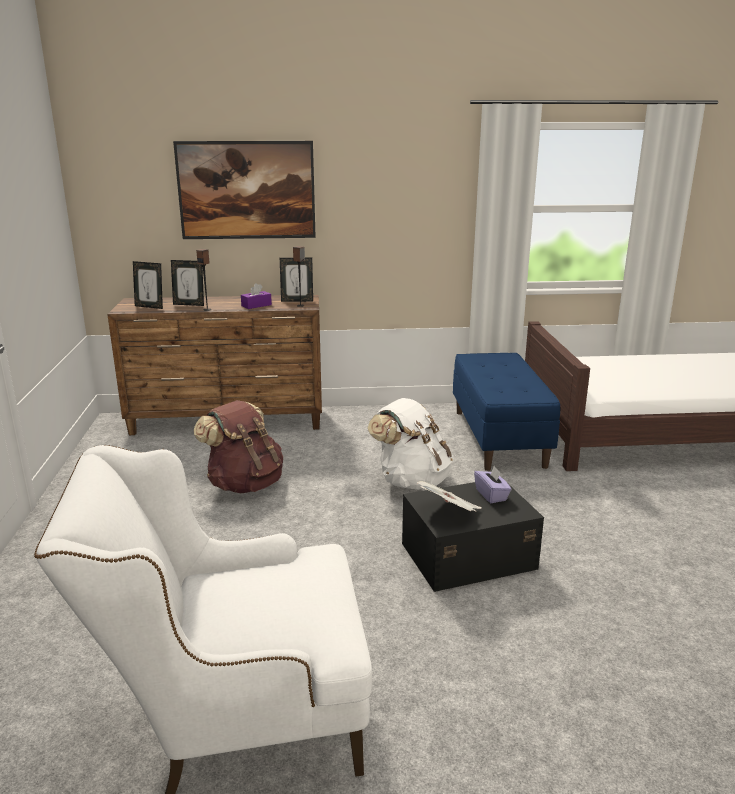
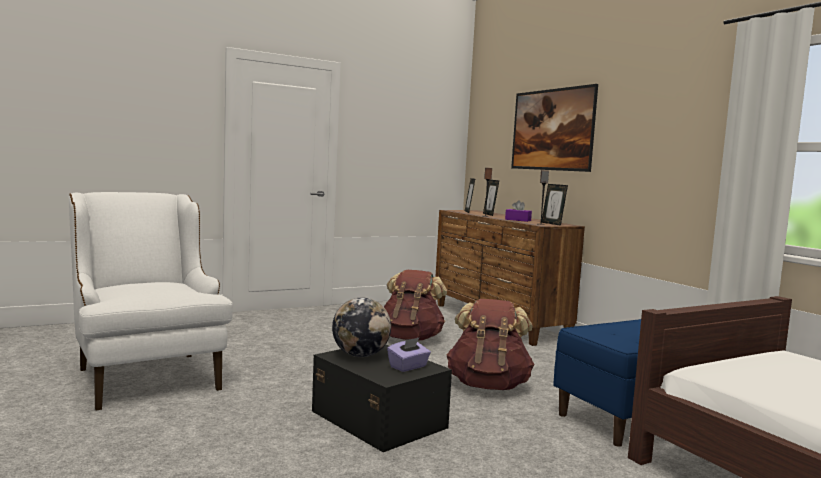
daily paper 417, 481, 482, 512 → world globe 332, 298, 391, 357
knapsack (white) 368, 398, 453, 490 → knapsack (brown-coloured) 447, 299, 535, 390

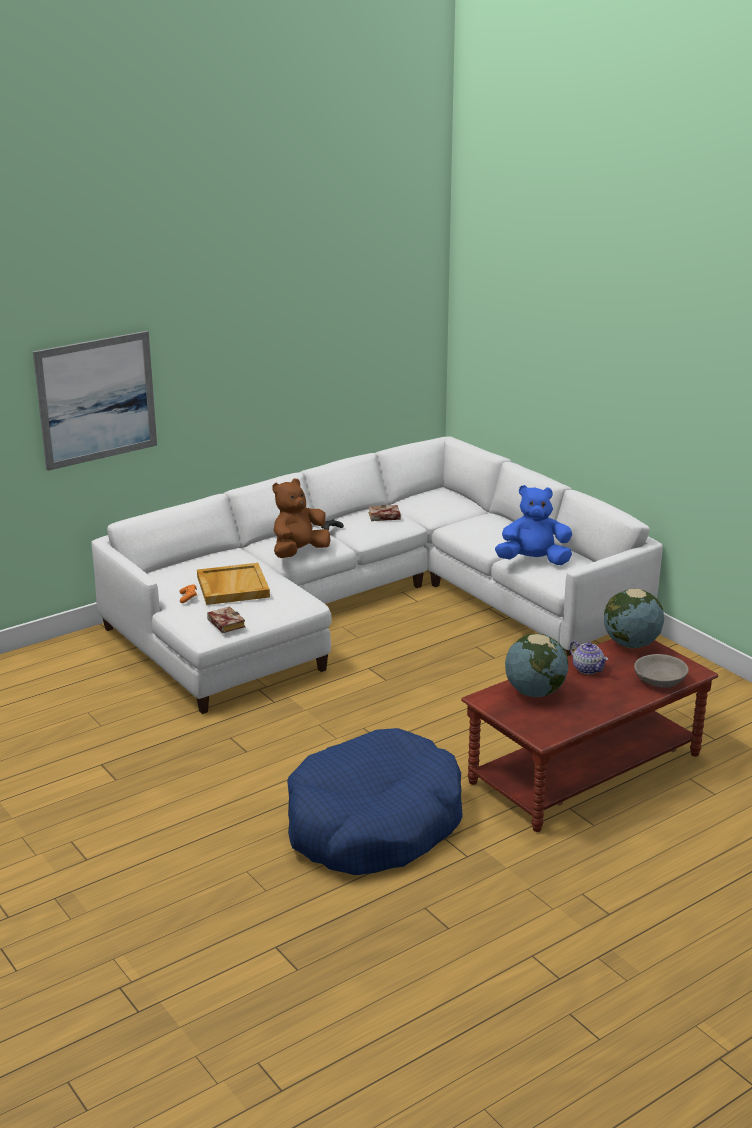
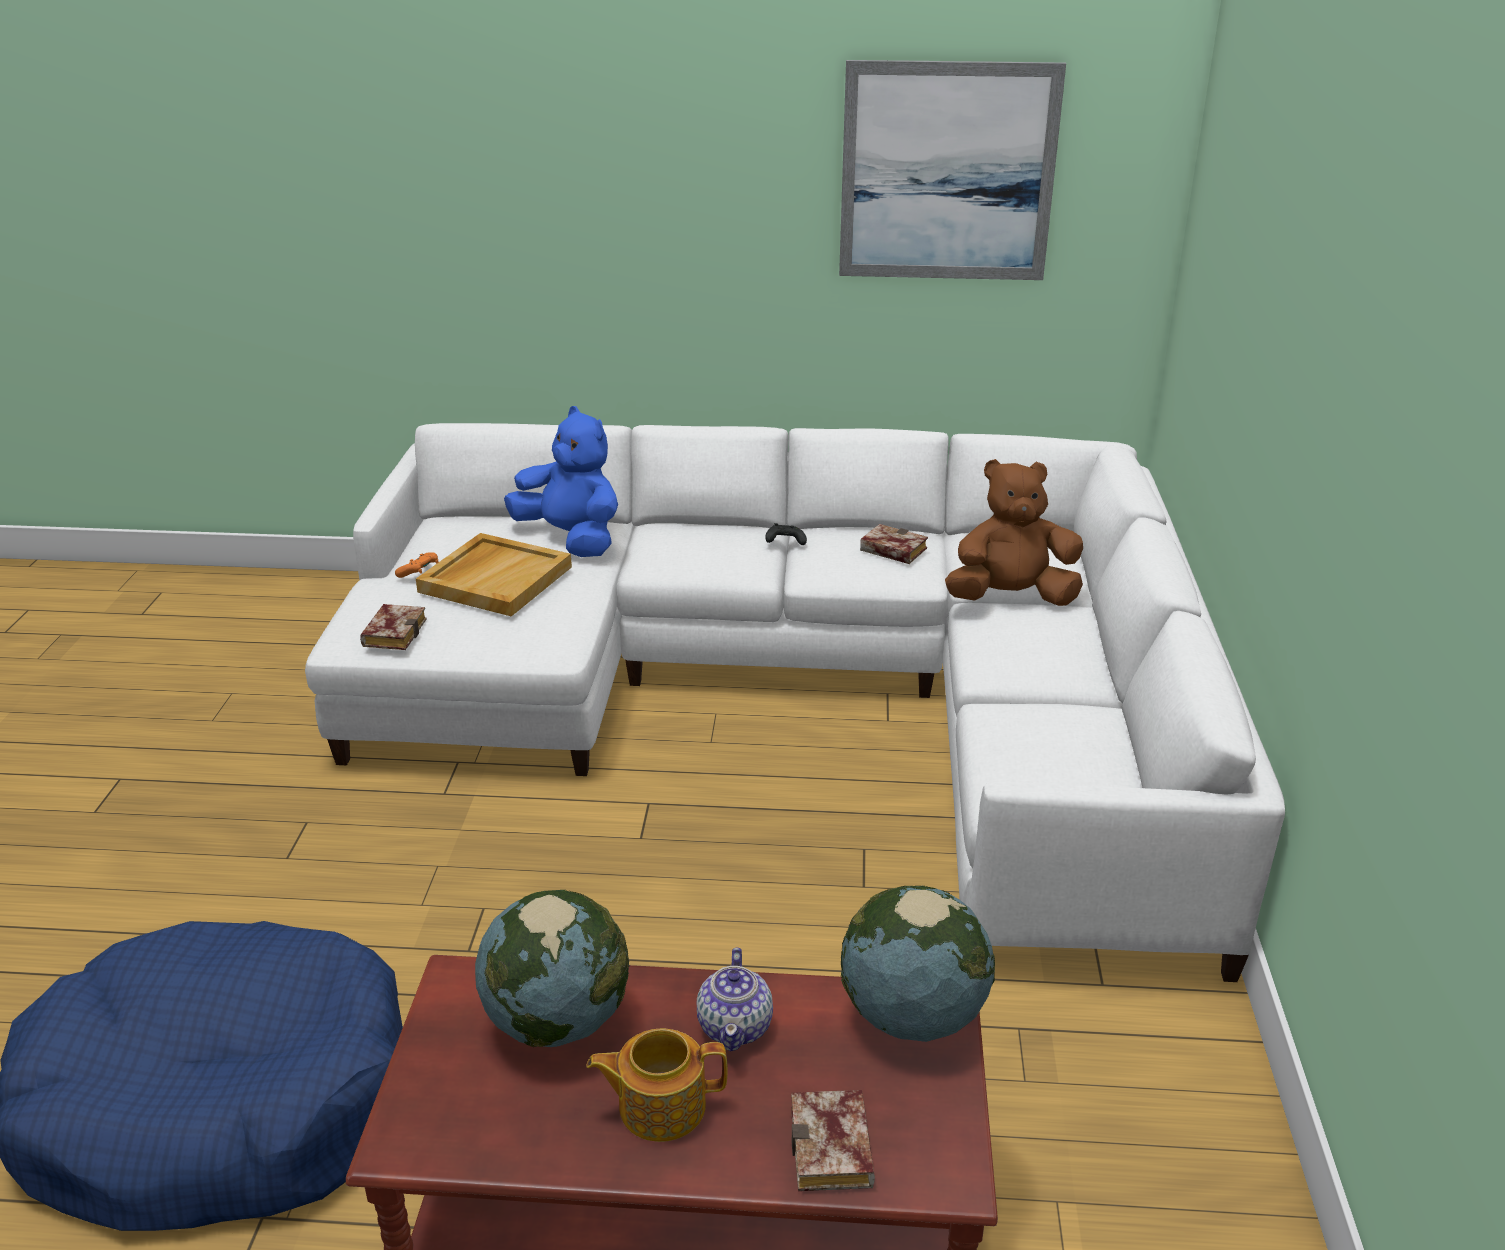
soft toy (blue-coloured) 495, 485, 572, 565 → soft toy (blue-coloured) 504, 406, 618, 557, move
- → tea pot 586, 1028, 728, 1142
bowl (greyish) 634, 654, 689, 688 → volume 791, 1090, 875, 1191
wall picture 33, 331, 157, 471 → wall picture 839, 60, 1066, 280, move
soft toy (brown-coloured) 272, 479, 331, 558 → soft toy (brown-coloured) 945, 459, 1083, 606, move

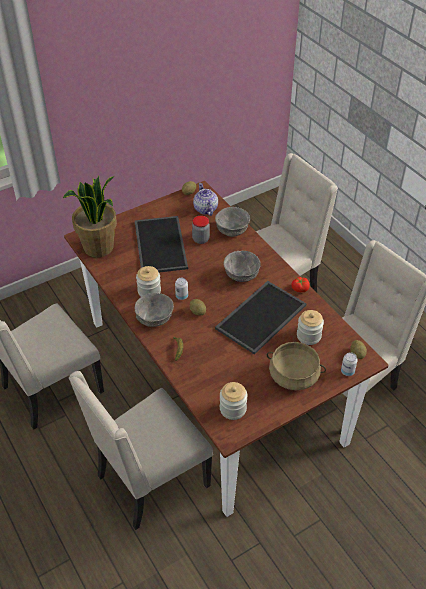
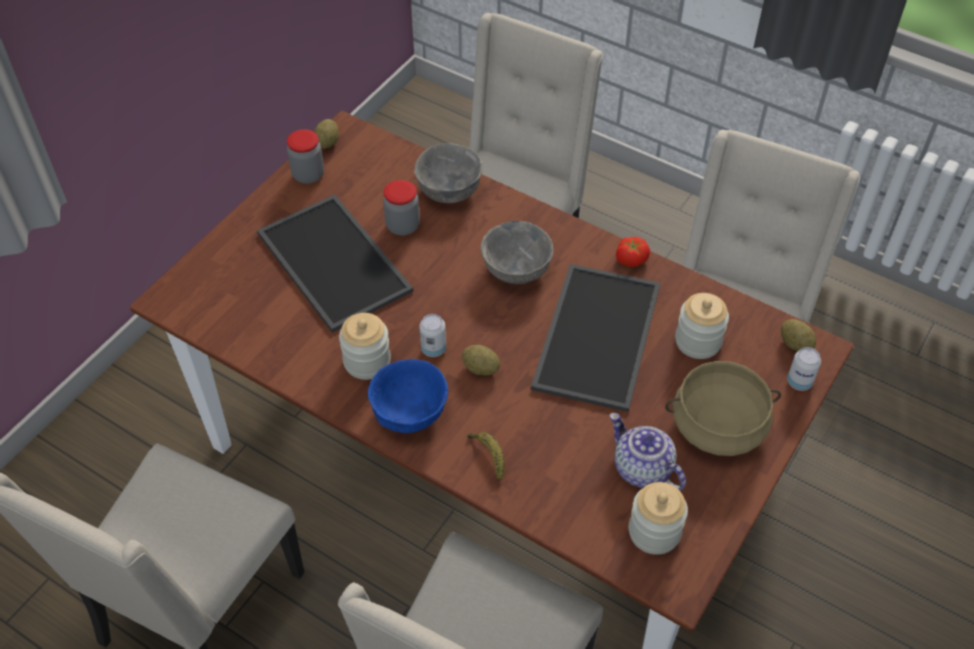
- → preserve jar 287, 129, 324, 184
bowl (greyish) 134, 293, 174, 327 → bowl (blue-coloured) 368, 359, 448, 433
tea pot 193, 183, 218, 216 → tea pot 610, 413, 686, 491, move
houseplant 63, 176, 117, 258 → -

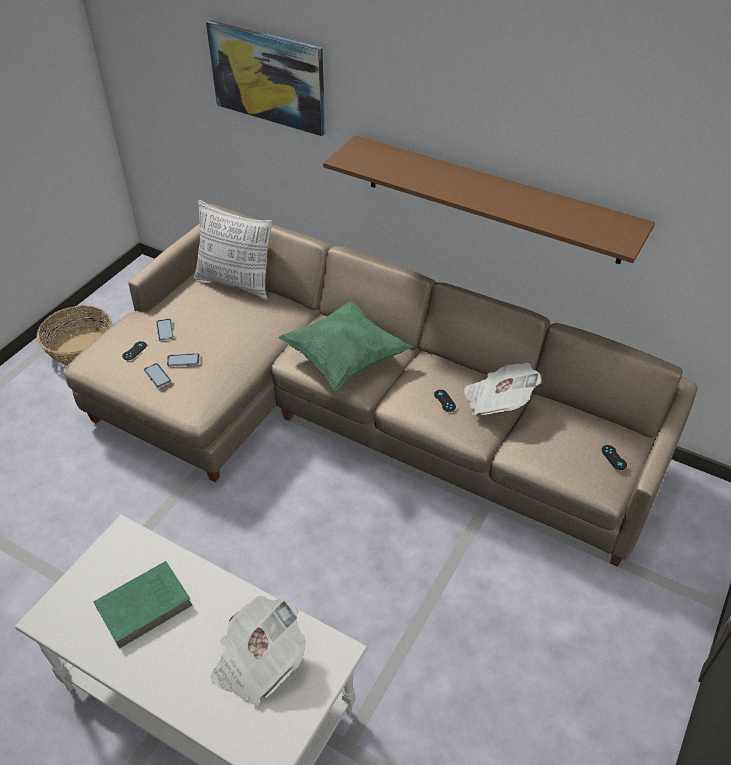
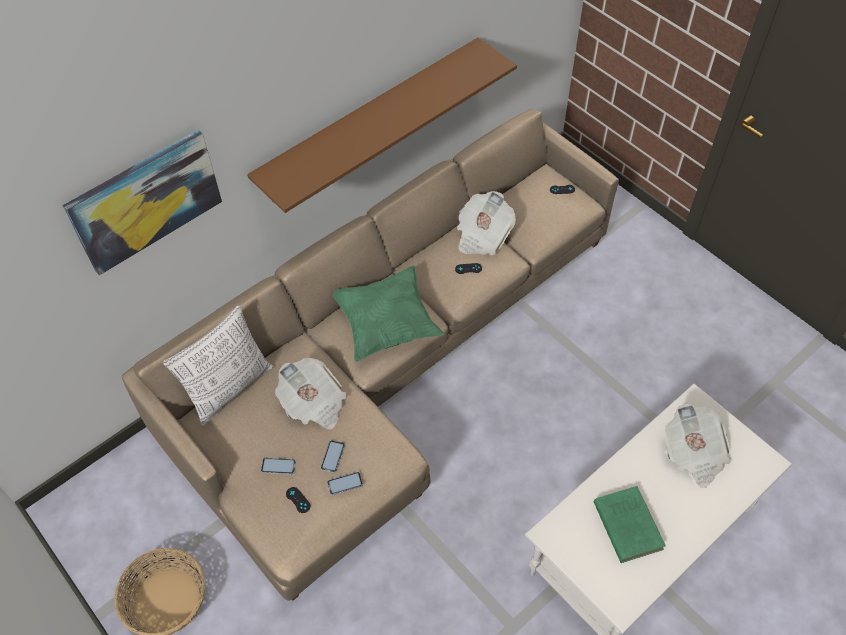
- → daily paper 275, 358, 347, 429

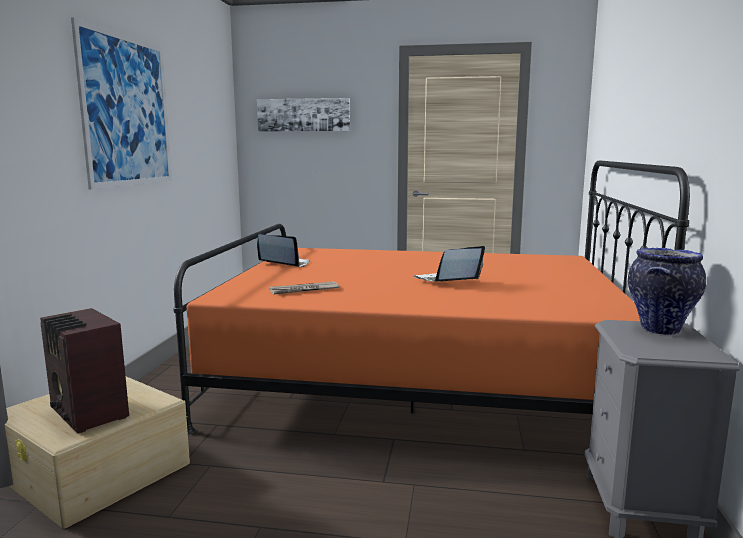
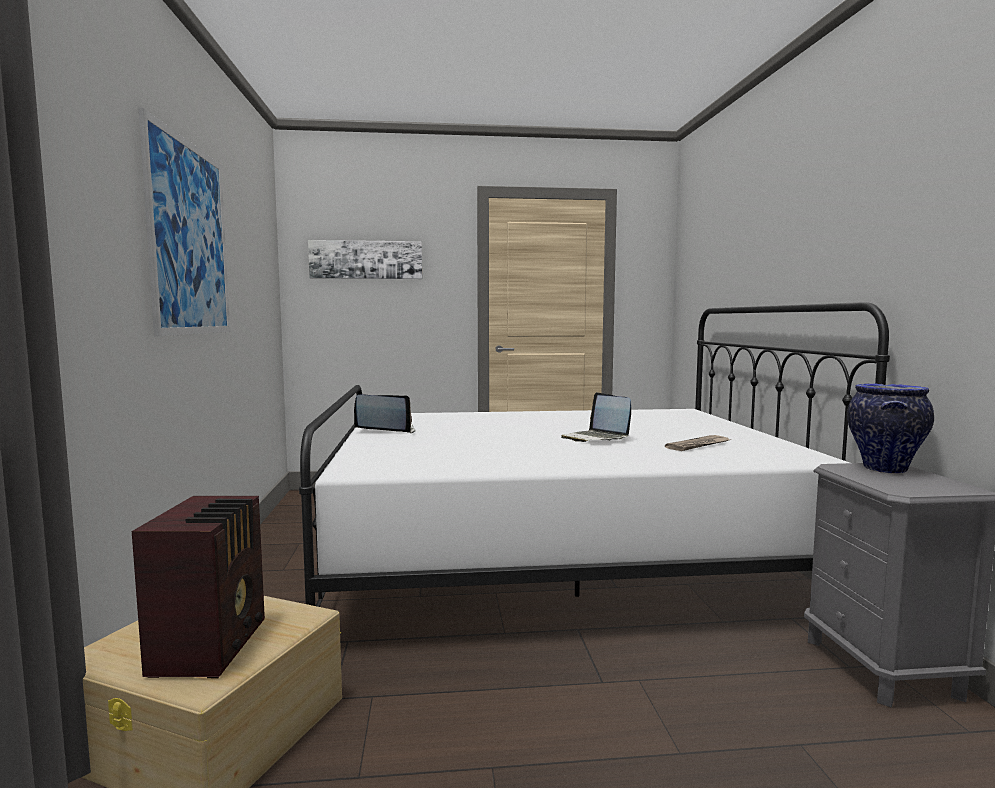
radio 40, 308, 129, 433 → radio 132, 496, 265, 678, 120 degrees counterclockwise
bed (orangey) 173, 160, 690, 434 → bed (white) 299, 302, 890, 607
notebook computer 414, 246, 485, 282 → notebook computer 561, 392, 631, 442, 75 degrees counterclockwise
daily paper 270, 281, 340, 294 → daily paper 665, 435, 730, 451, move

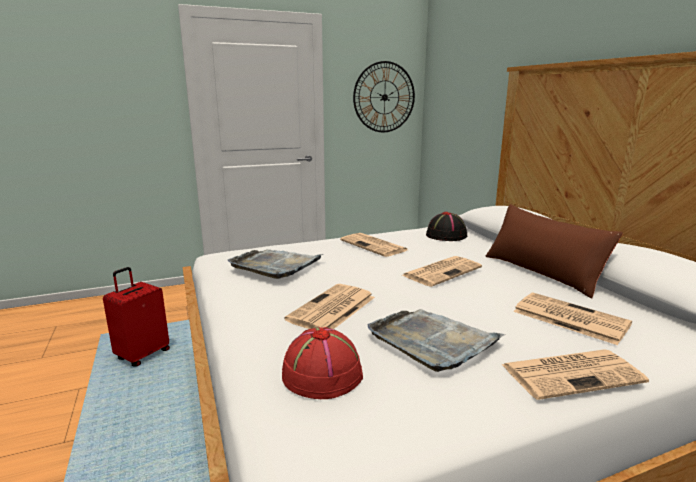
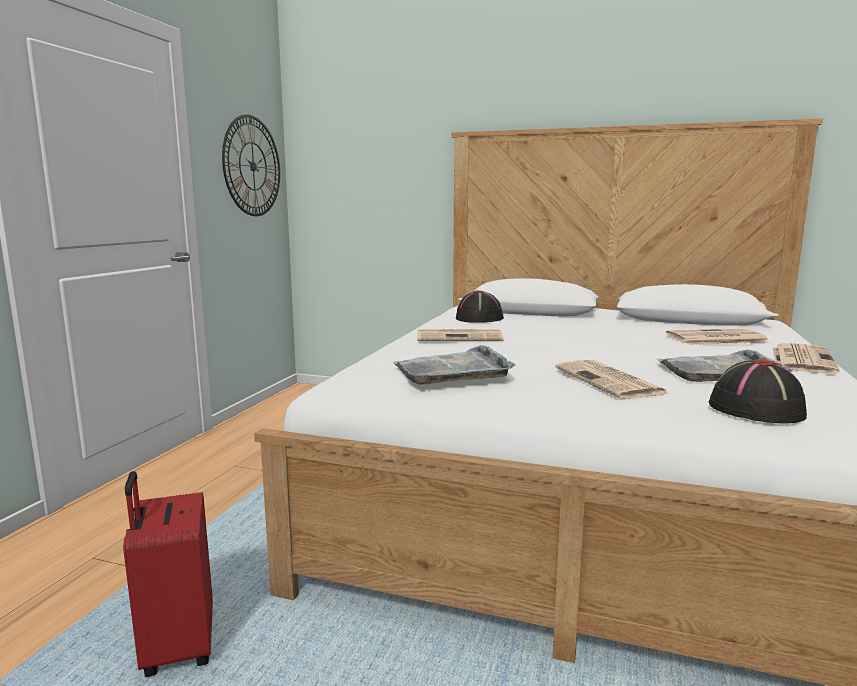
hat (reddish) 282, 327, 363, 399 → hat (black-coloured) 709, 359, 807, 424
daily paper 402, 256, 482, 287 → -
throw pillow (brown-coloured) 485, 204, 623, 299 → -

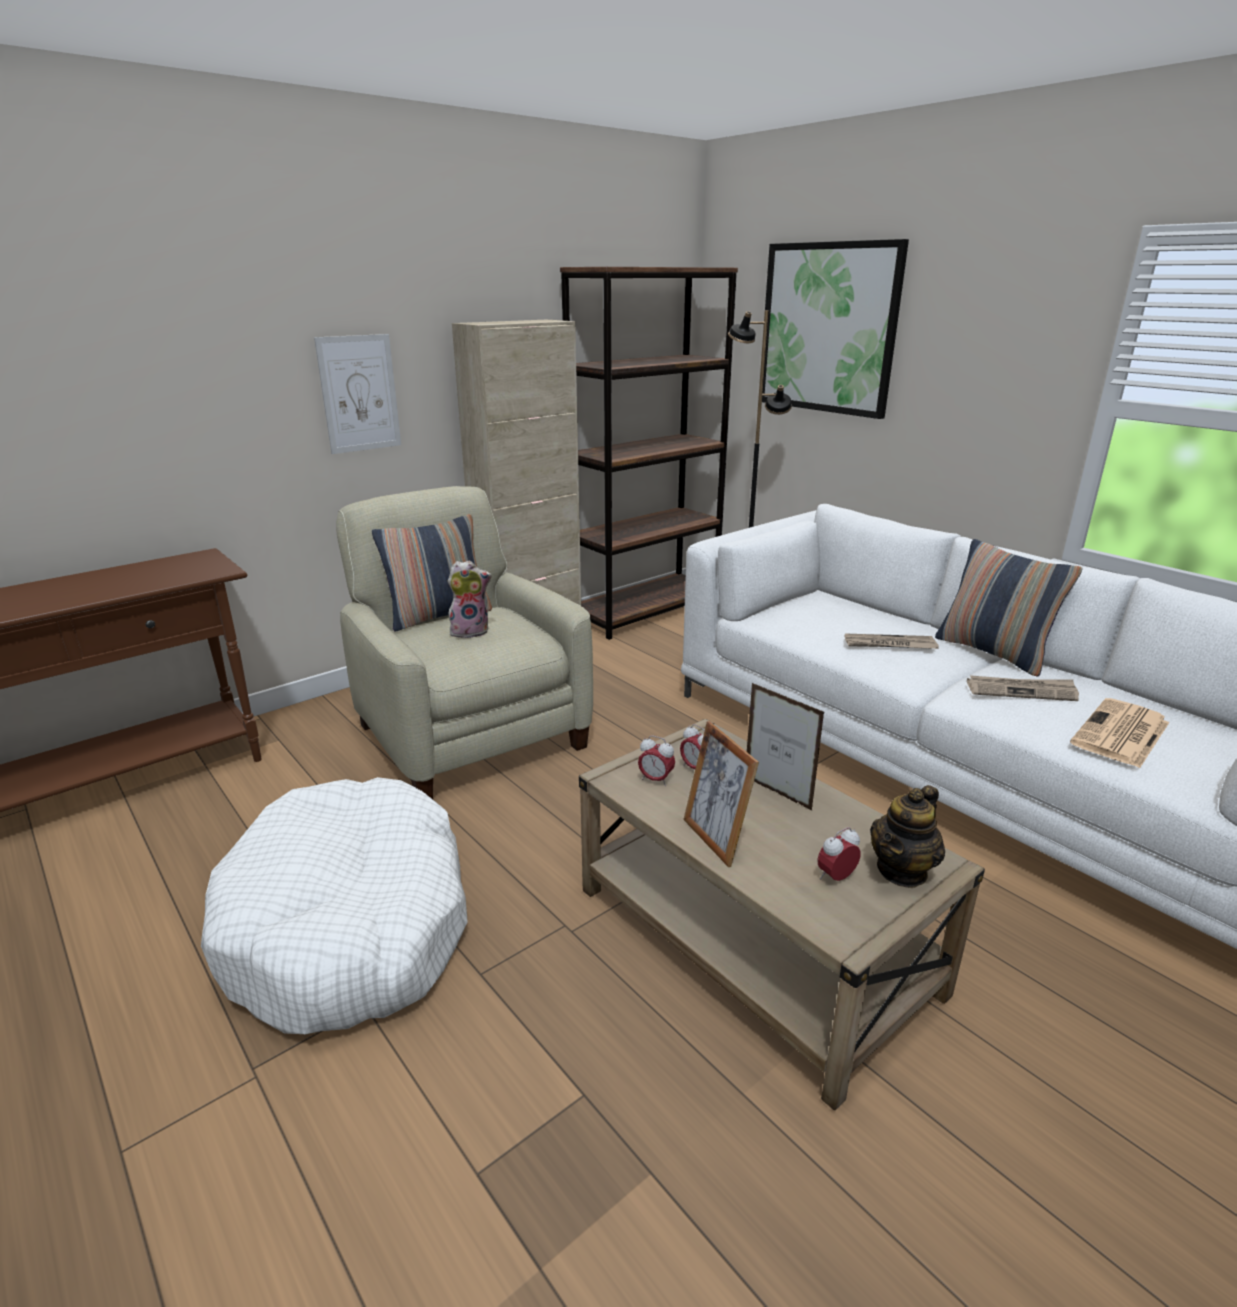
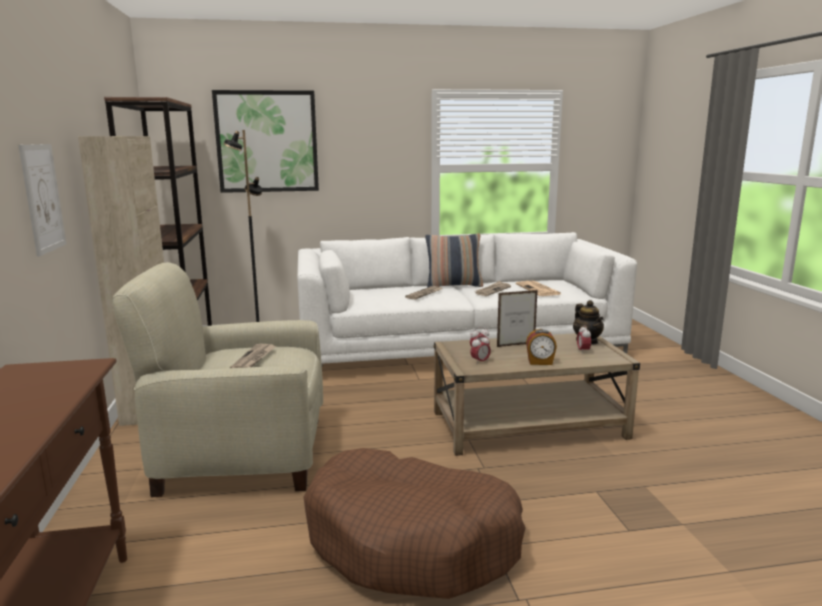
soft toy 448, 560, 492, 638 → daily paper 230, 344, 276, 368
pet bed (white) 201, 777, 468, 1034 → pet bed (brown-coloured) 304, 448, 526, 599
standing frame 684, 721, 759, 867 → bedside clock 526, 329, 557, 365
throw pillow 372, 514, 492, 632 → -

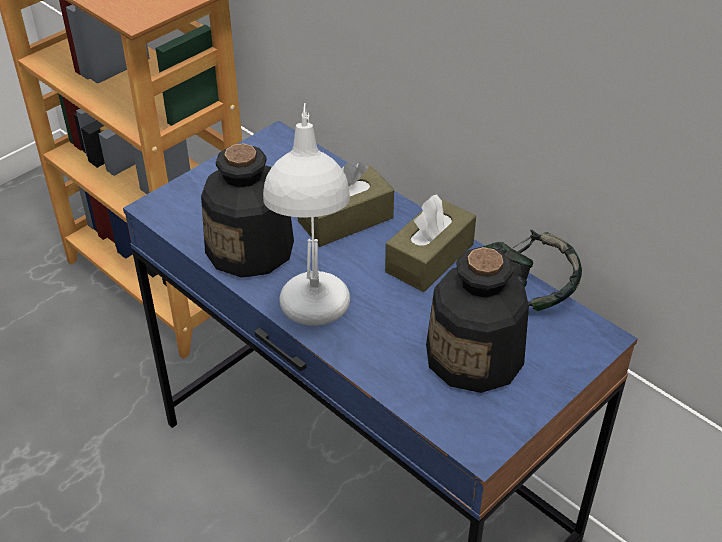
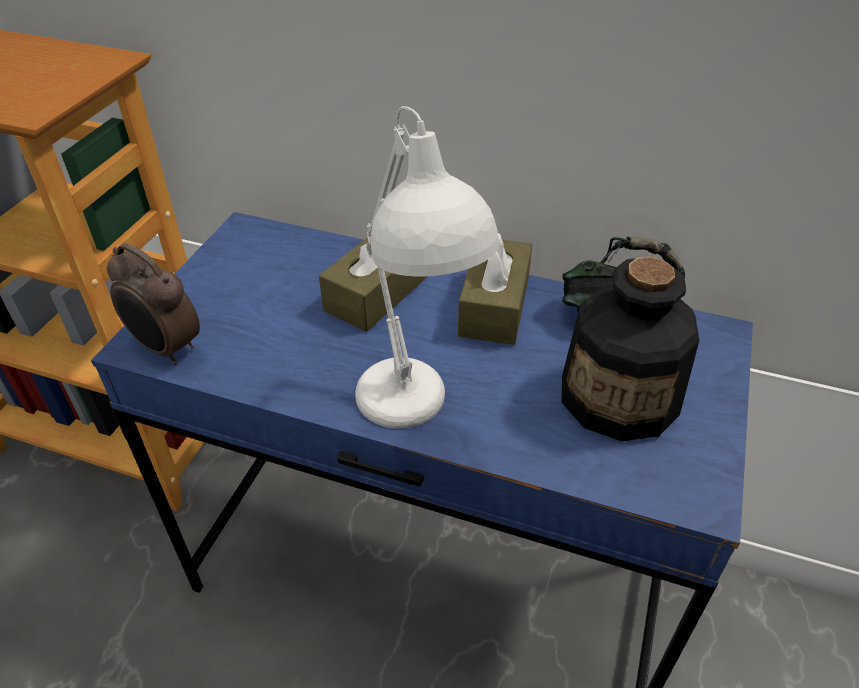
- → bedside clock 107, 243, 200, 365
drink bottle 201, 143, 294, 278 → -

